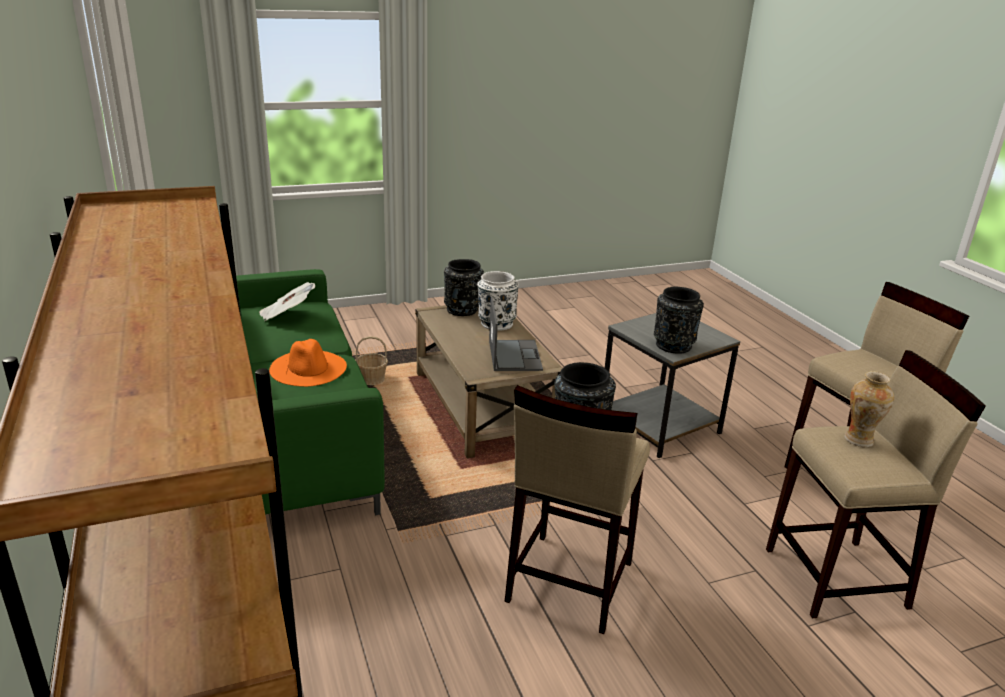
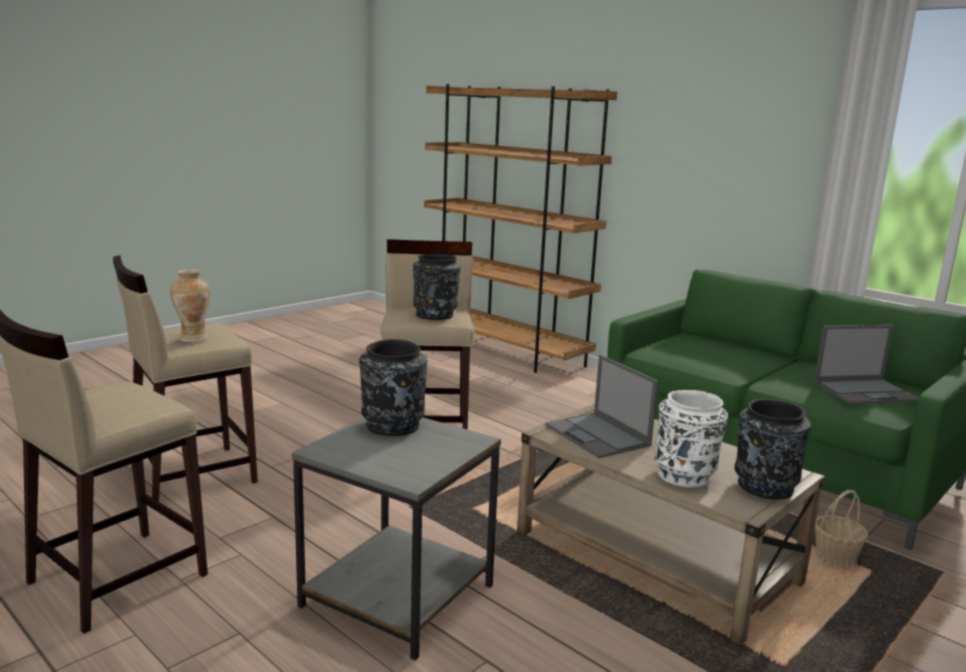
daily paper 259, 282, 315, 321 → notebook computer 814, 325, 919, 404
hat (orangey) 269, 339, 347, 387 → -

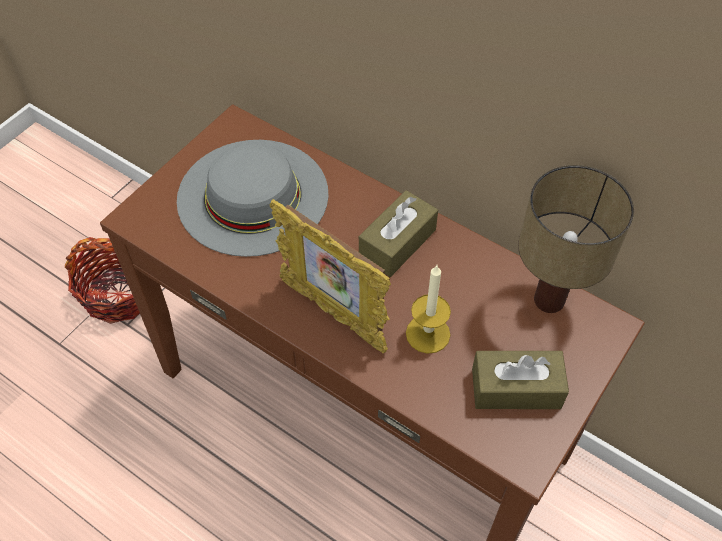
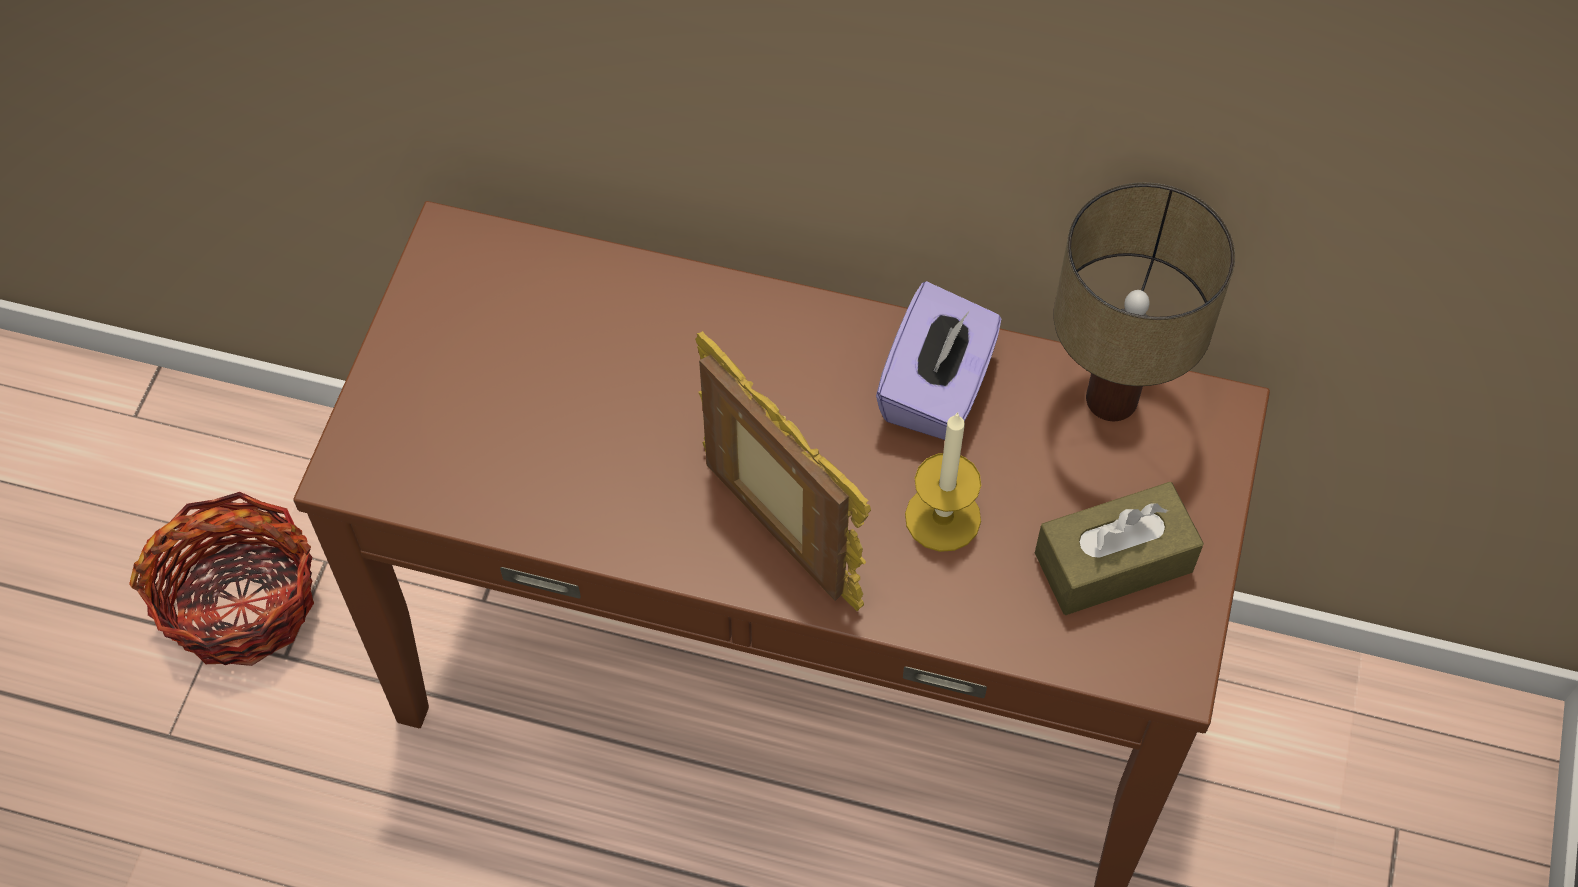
standing frame 270, 199, 391, 353 → standing frame 695, 331, 871, 612, 150 degrees counterclockwise
- → box of tissues (purplish) 876, 281, 1001, 440
hat (greyish) 177, 140, 329, 257 → -
box of tissues (brown-coloured) 359, 190, 438, 277 → -

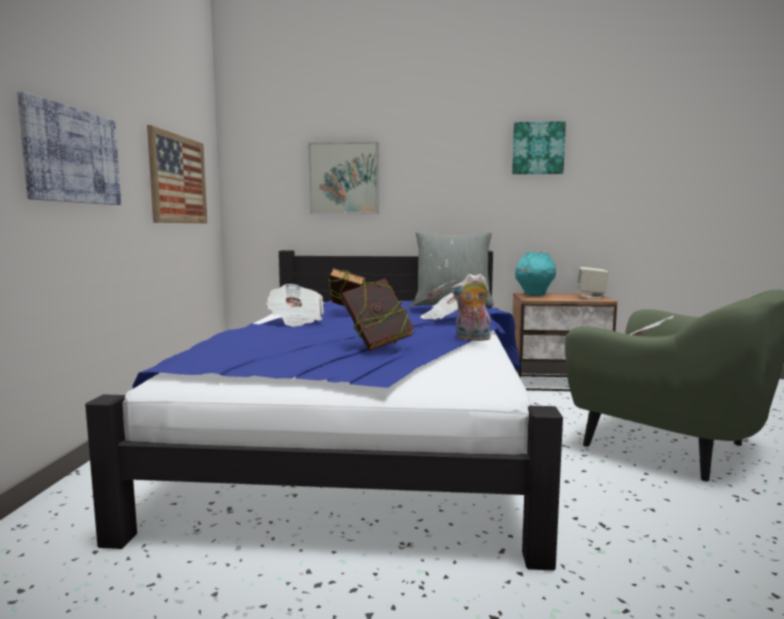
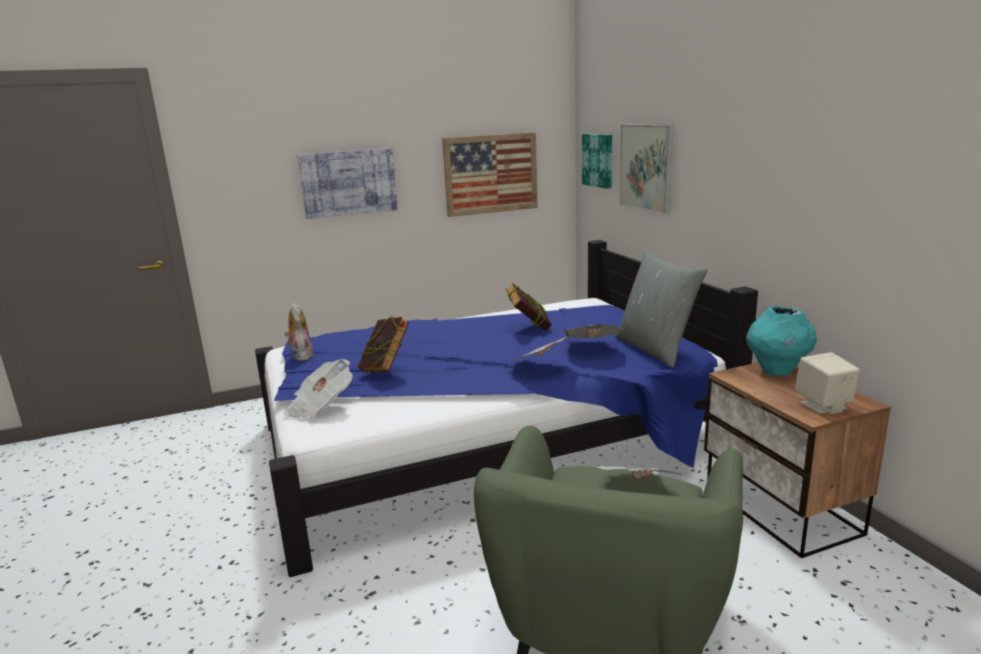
daily paper 266, 284, 323, 327 → daily paper 283, 359, 353, 418, move
soft toy 451, 274, 490, 342 → soft toy 285, 303, 314, 361, move
wall picture 512, 121, 566, 174 → wall picture 582, 134, 612, 189, move

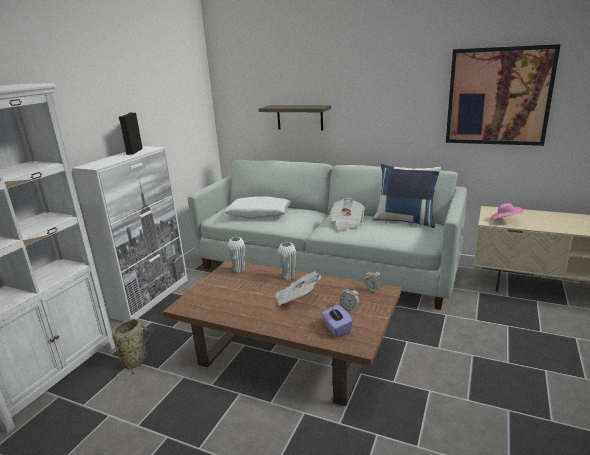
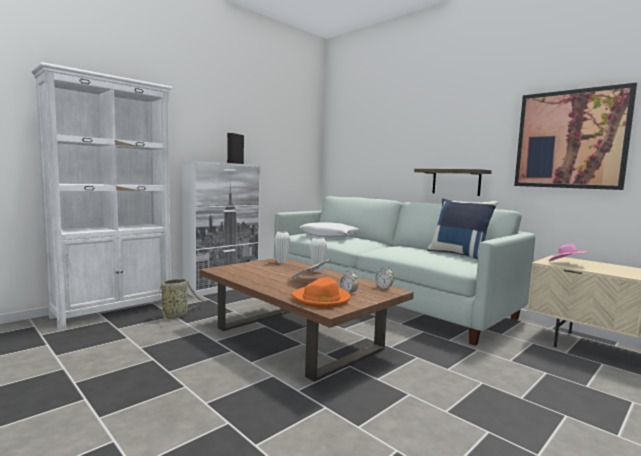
box of tissues (purplish) 321, 304, 353, 337 → hat (orangey) 291, 277, 351, 308
bracket shelf 259, 105, 331, 130 → bracket shelf 414, 169, 492, 196, move
daily paper 330, 198, 365, 230 → -

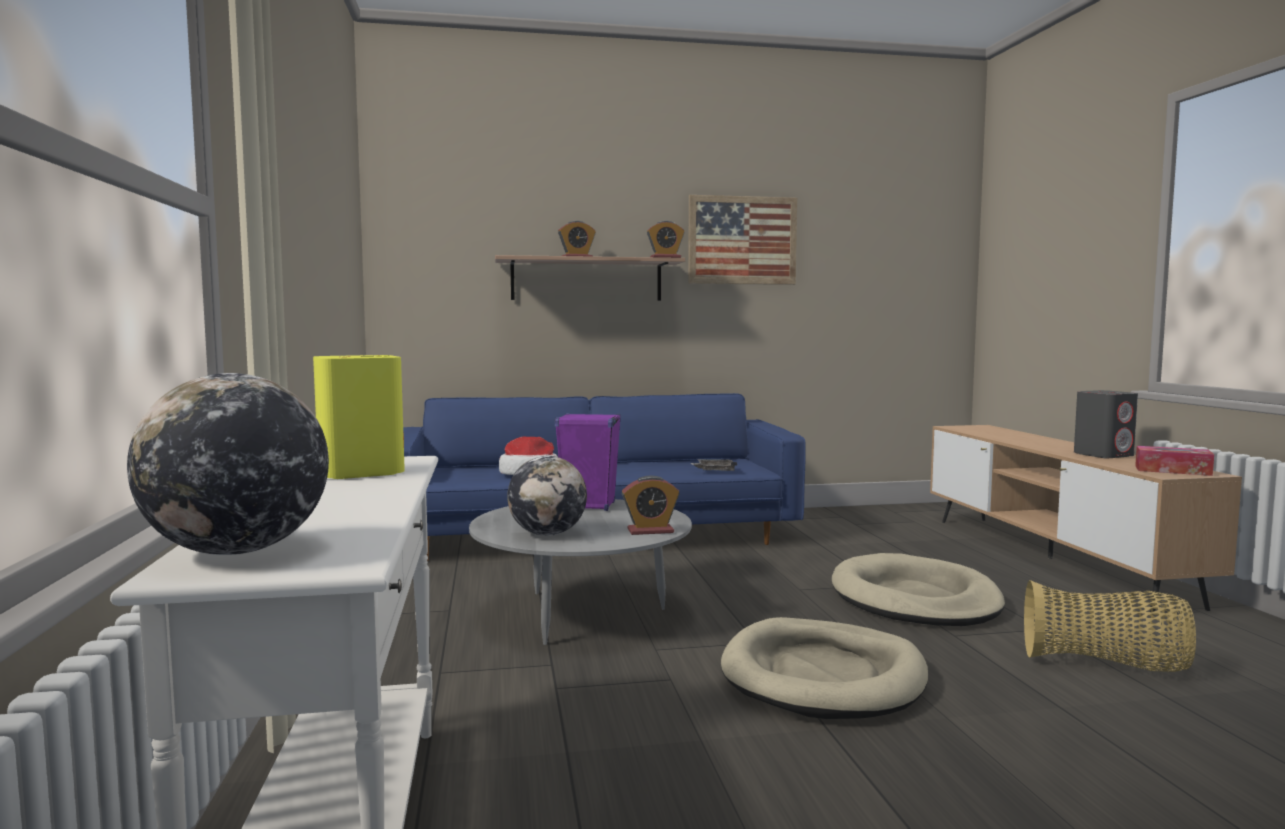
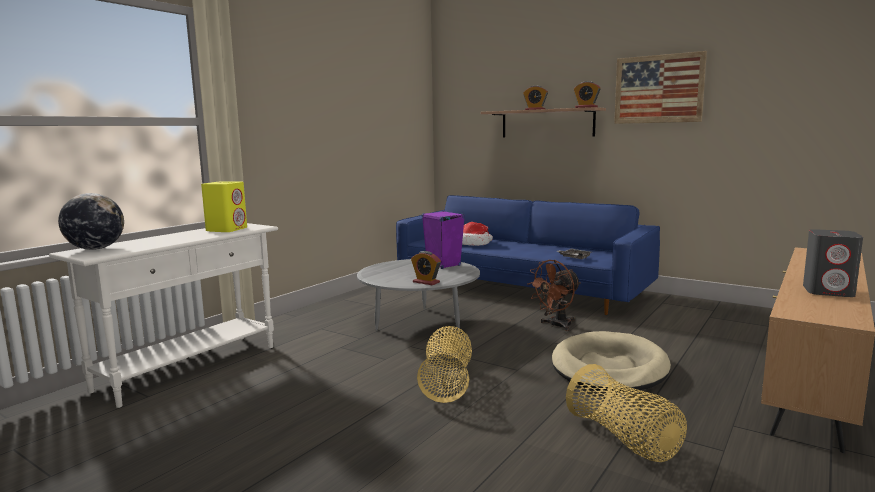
pet bed (beige) 721, 617, 928, 719 → basket 417, 326, 472, 403
- → fan (brown-coloured) 527, 260, 581, 331
world globe 507, 456, 587, 536 → -
box of tissues 1135, 446, 1214, 476 → -

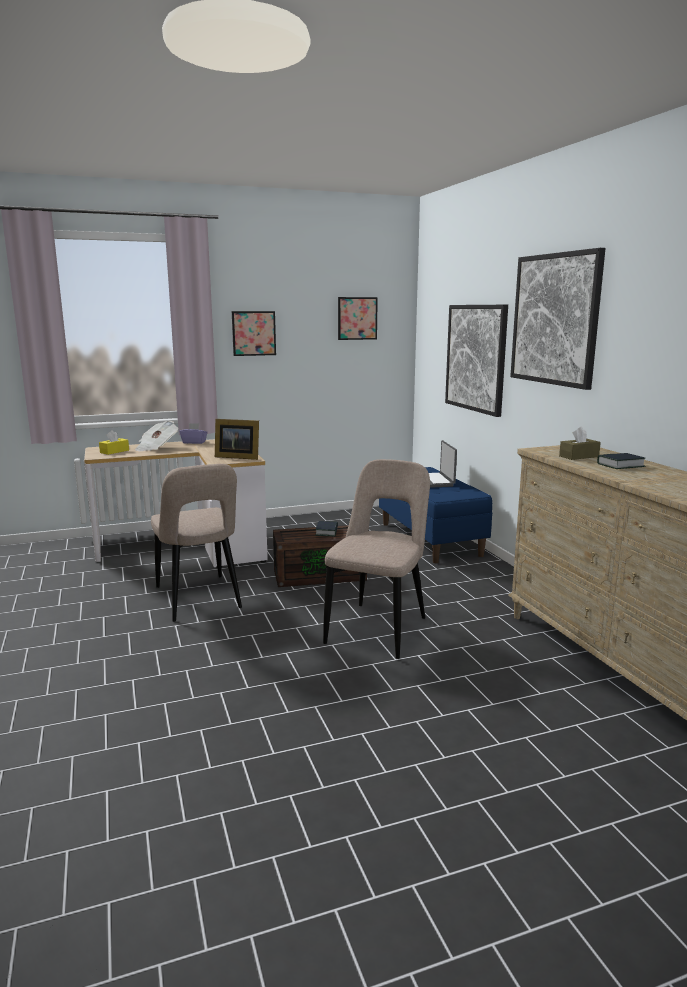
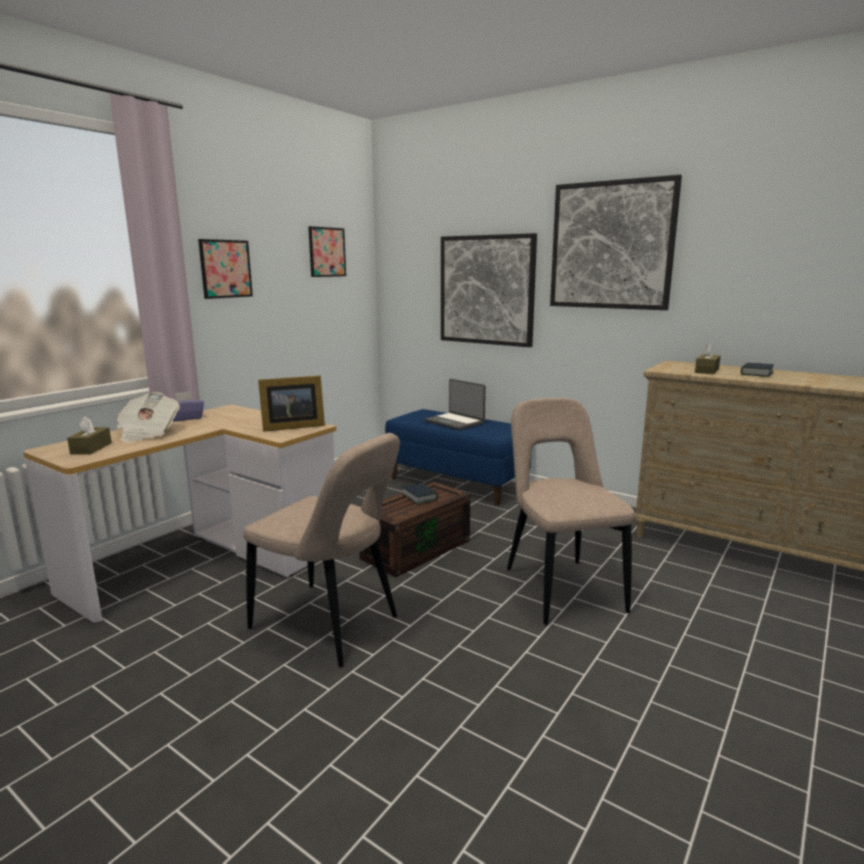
box of tissues (yellowish) 99, 430, 129, 455 → box of tissues (brown-coloured) 67, 416, 112, 454

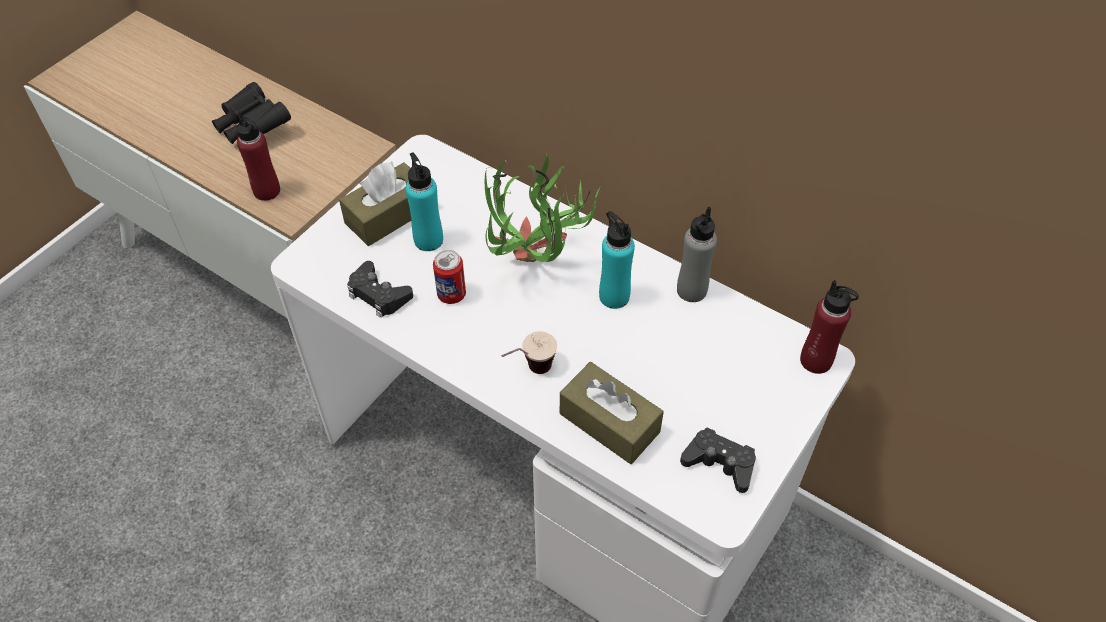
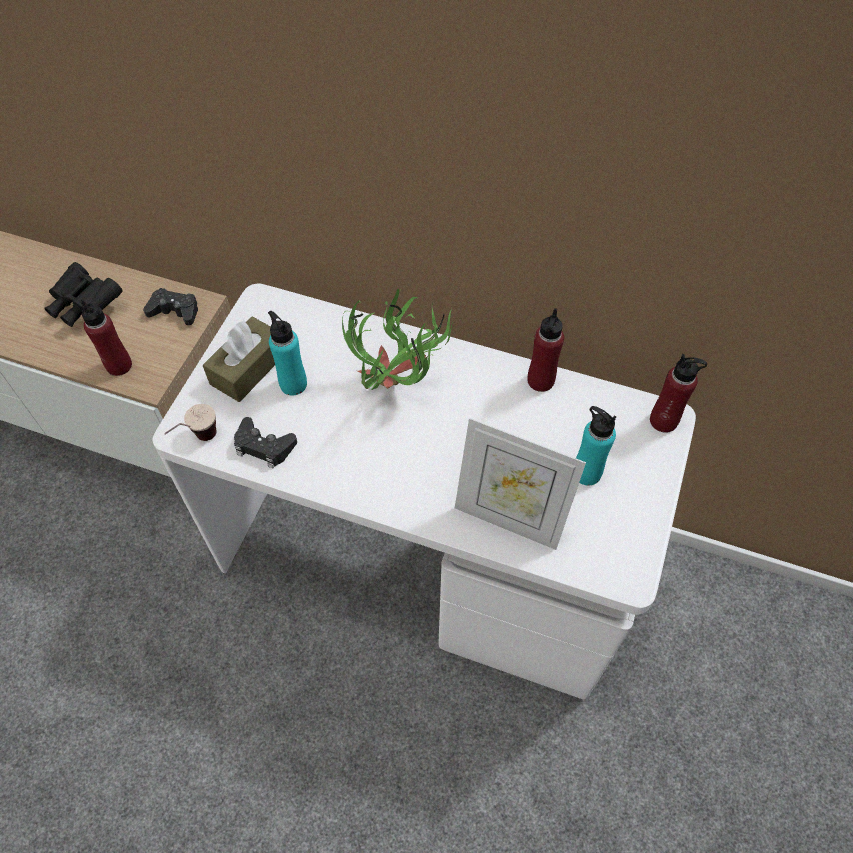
game controller (black-coloured) 680, 427, 756, 493 → game controller (black-coloured) 143, 288, 198, 325, move
small cup 502, 331, 557, 374 → small cup 164, 404, 217, 441, move
box of tissues (brown-coloured) 560, 362, 664, 464 → standing frame 455, 418, 586, 550
drink bottle (greyish) 677, 207, 717, 302 → drink bottle (reddish) 527, 308, 564, 392
drink bottle (turquoise-coloured) 599, 211, 635, 309 → drink bottle (turquoise-coloured) 576, 406, 616, 485, move
sealed can 433, 250, 466, 304 → -

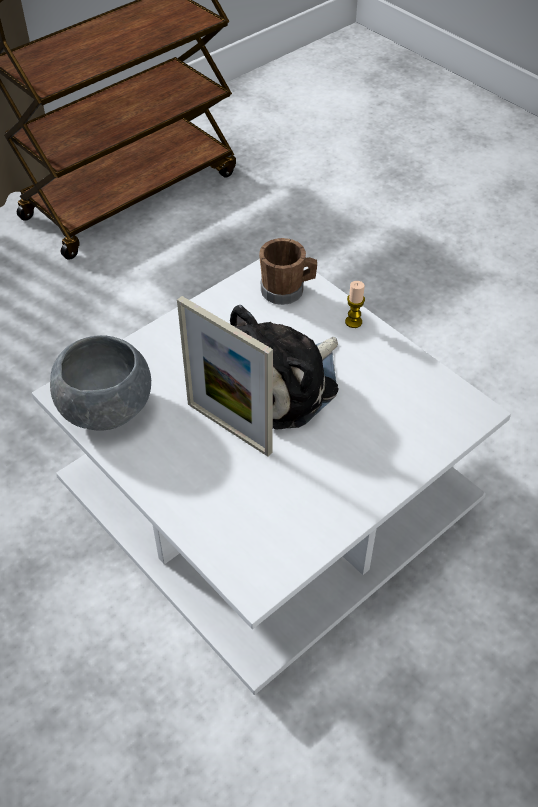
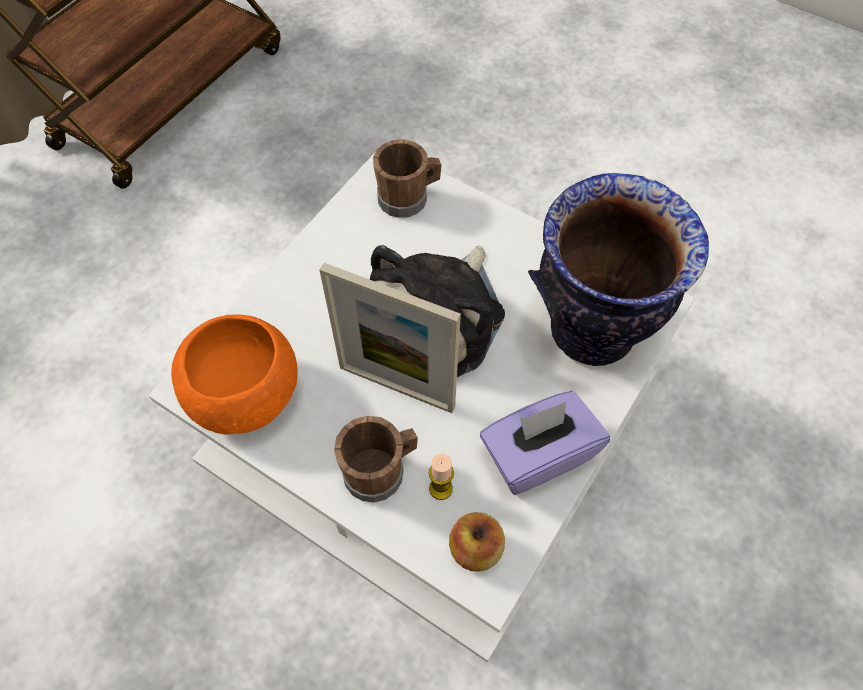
bowl (greyish) 50, 335, 151, 431 → bowl (orangey) 171, 314, 297, 435
- → tea mug (brown-coloured) 334, 416, 418, 503
candle 345, 281, 365, 328 → candle 429, 454, 454, 500, move
- → apple fruit 449, 512, 505, 572
- → box of tissues (purplish) 480, 391, 610, 495
- → vase 528, 173, 709, 366

